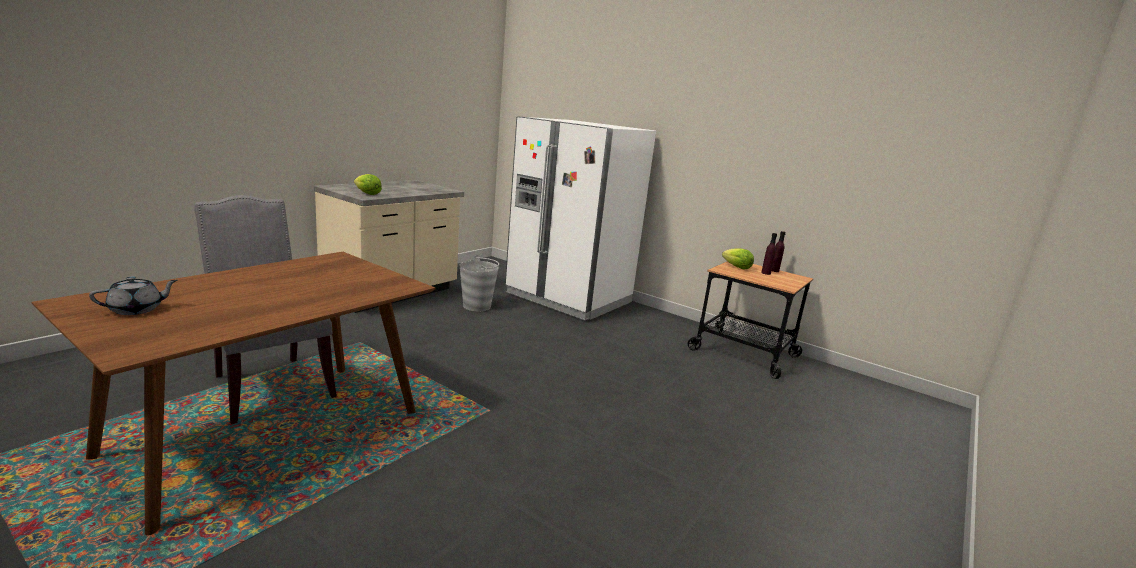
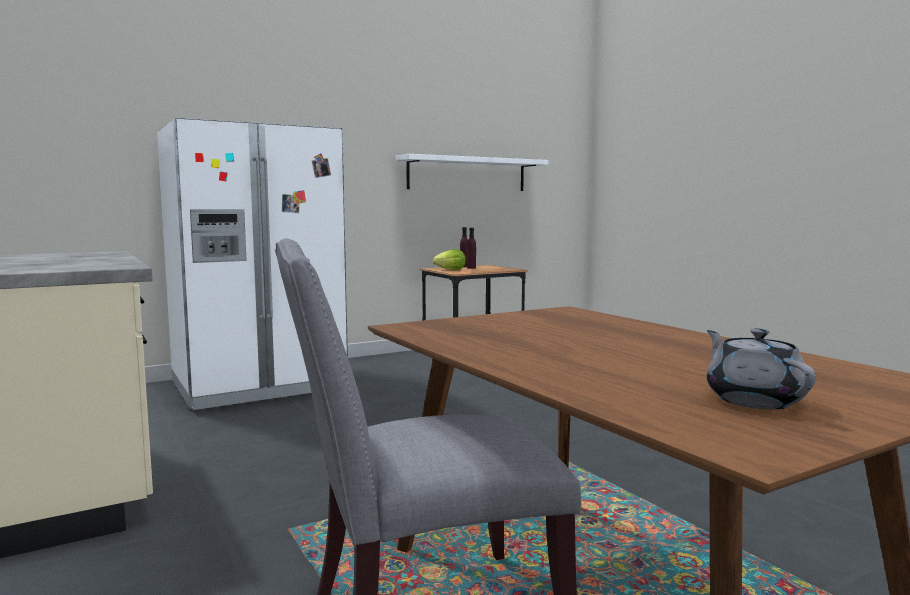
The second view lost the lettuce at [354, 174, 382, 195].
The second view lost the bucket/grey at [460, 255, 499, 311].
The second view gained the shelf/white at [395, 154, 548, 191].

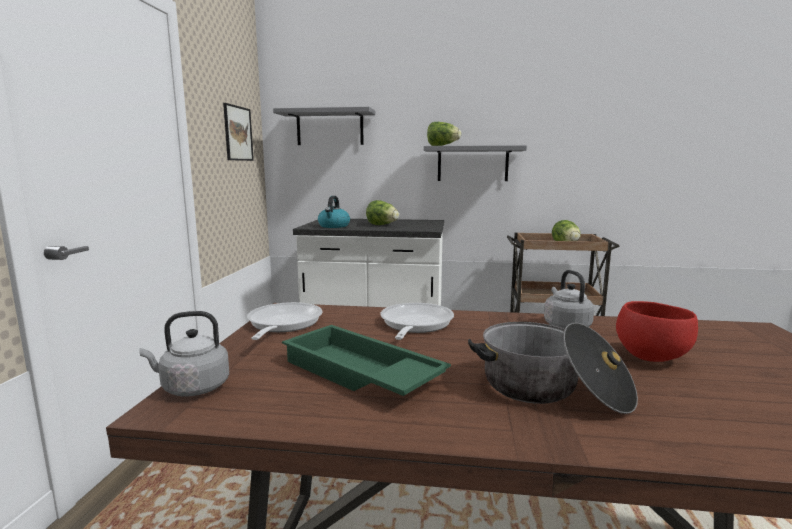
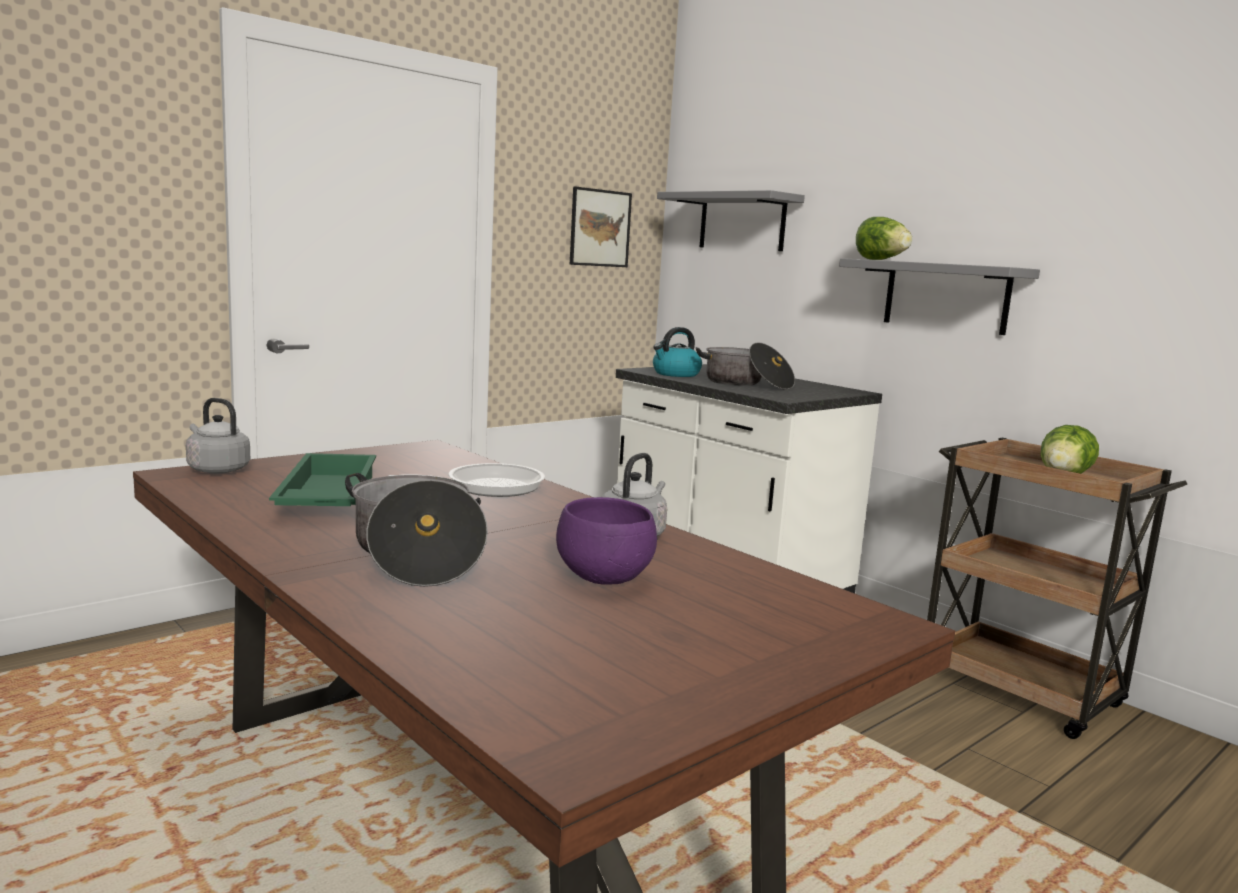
Where the lettuce stood at [366, 200, 399, 225], the cooking pot came to stand at [696, 342, 795, 390].
What was the bowl/red at [616, 301, 698, 362] turned into the bowl/purple at [556, 497, 657, 585].
The second view lost the frying pan at [247, 302, 323, 340].

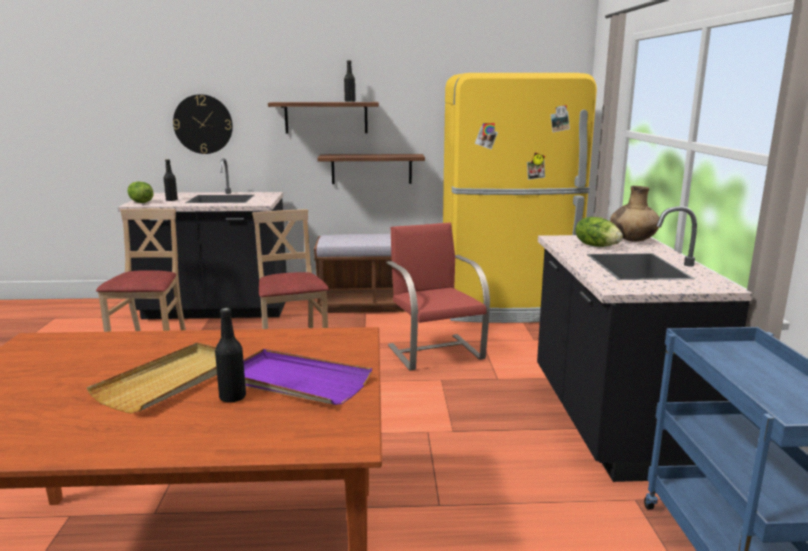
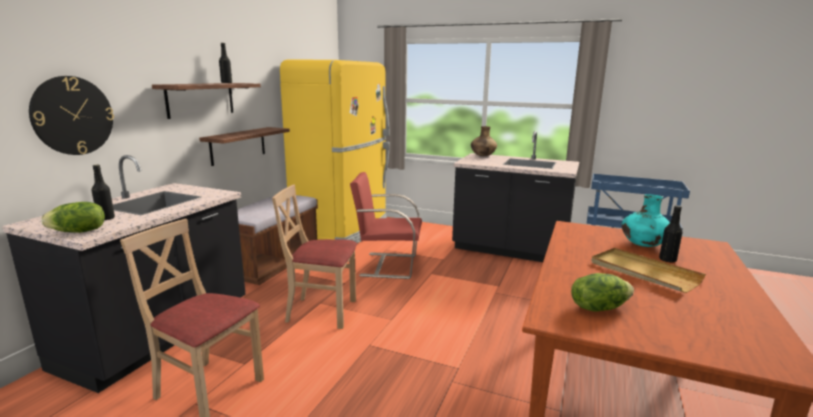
The lettuce ended up elsewhere, having gone from [575, 217, 623, 247] to [571, 273, 634, 312].
Where the tray/purple stood at [243, 349, 372, 405], the vase/turquoise came to stand at [622, 194, 670, 247].

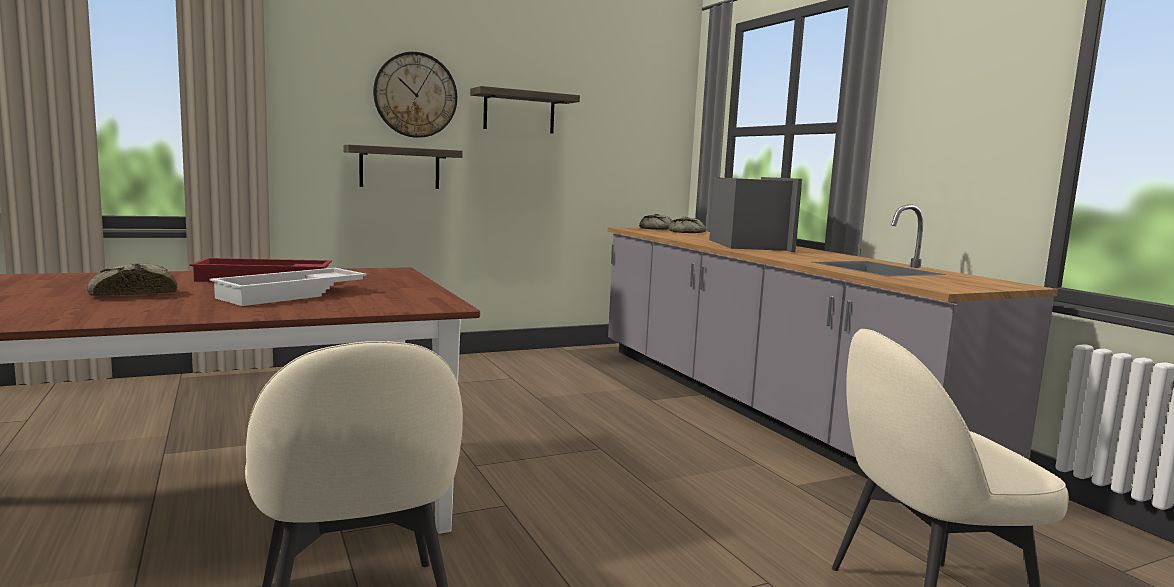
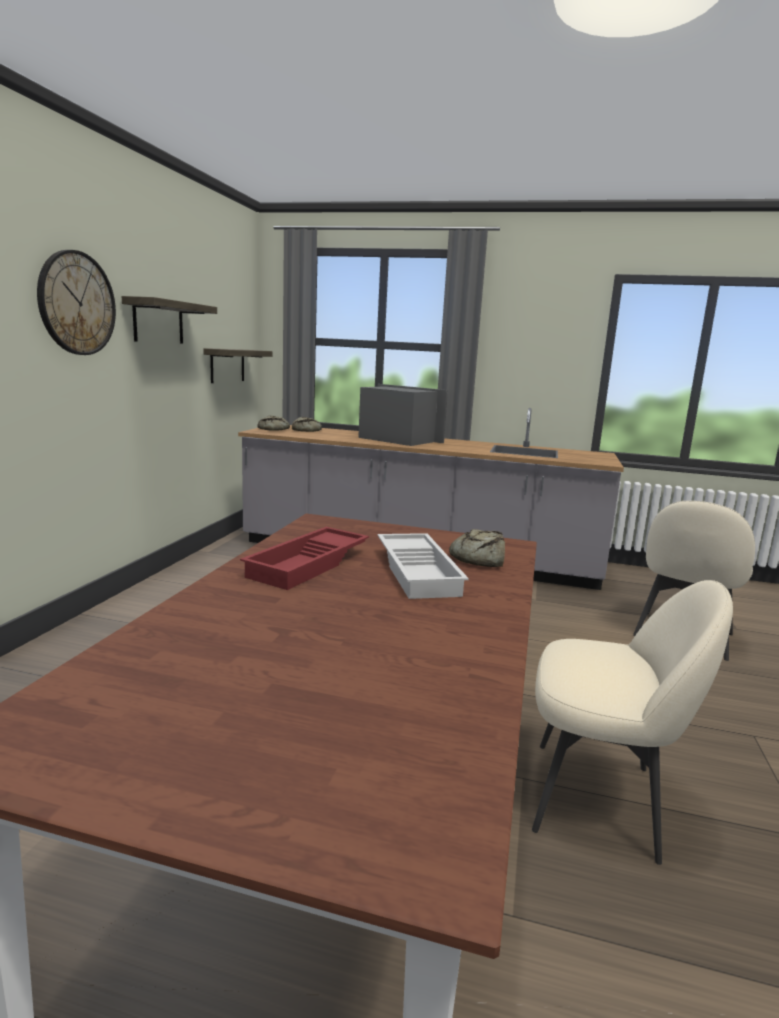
The shelf ended up elsewhere, having gone from [343, 145, 463, 189] to [203, 348, 272, 383].
The bread ended up elsewhere, having gone from [87, 263, 177, 296] to [449, 529, 505, 567].

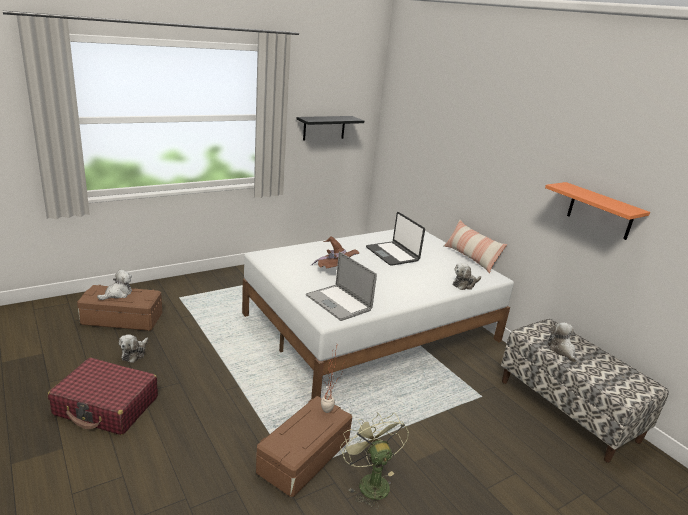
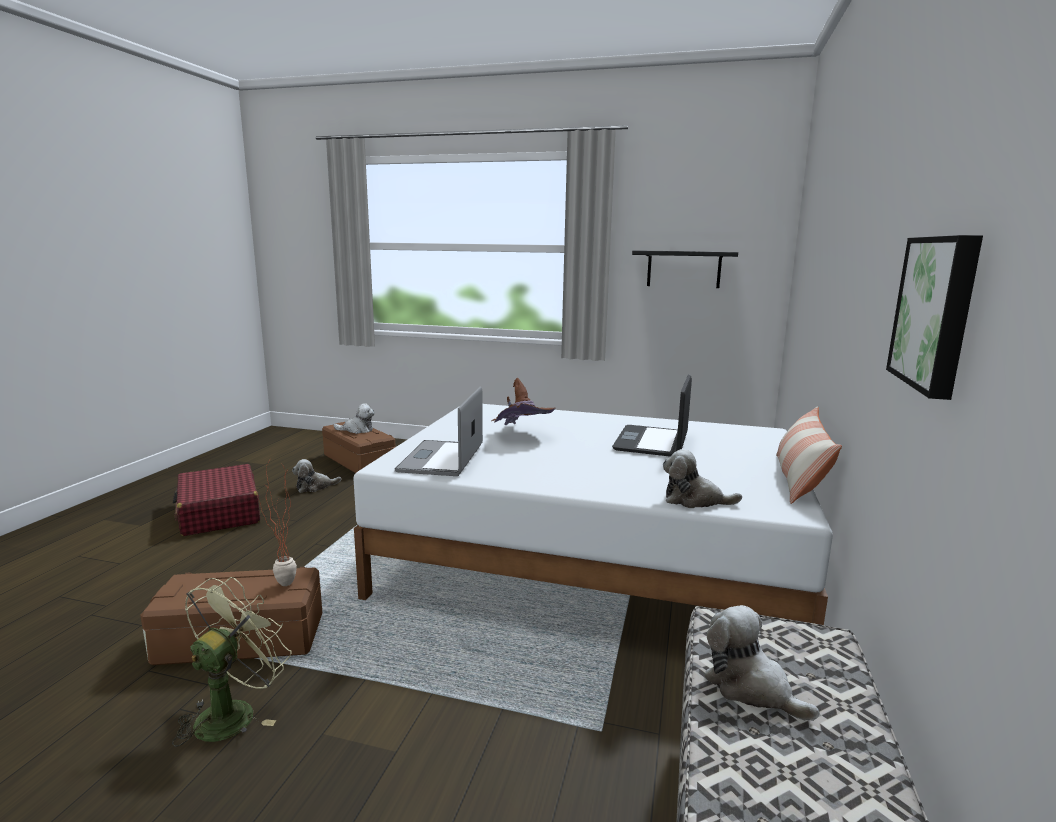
Where the shelf/orange hung at [545, 182, 650, 240], the picture came to hang at [886, 235, 983, 400].
The plush toy at [548, 322, 578, 363] ended up facing another way, 75 degrees counterclockwise from before.

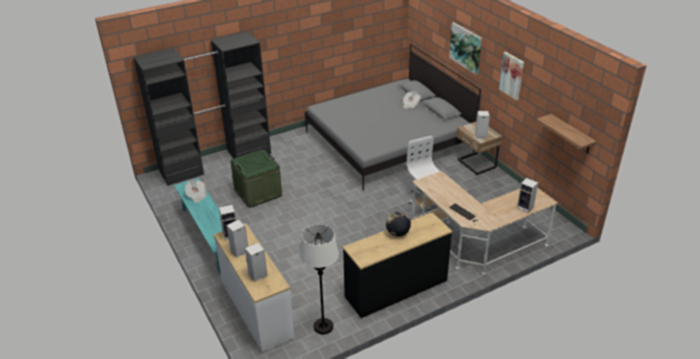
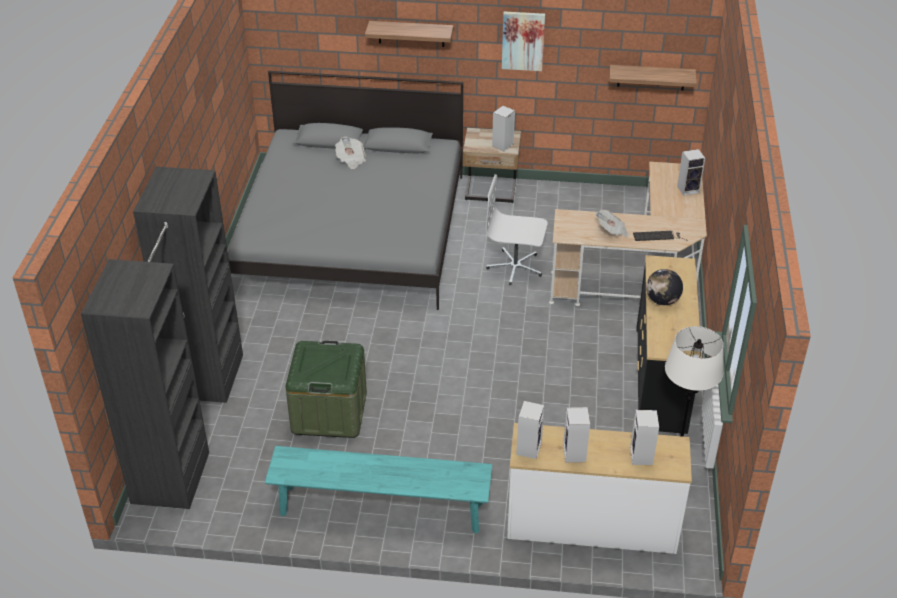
Where the picture hung at [449, 22, 482, 75], the shelf came to hang at [365, 21, 454, 47].
The newspaper ended up elsewhere, having gone from [185, 179, 207, 203] to [595, 210, 629, 237].

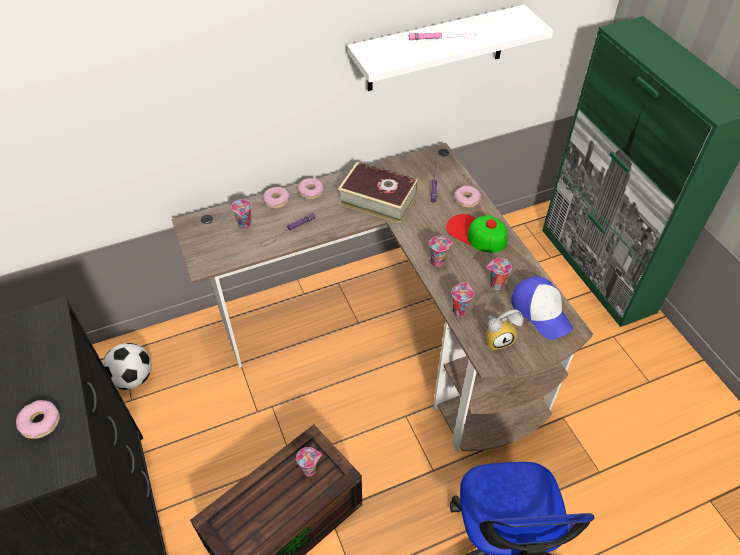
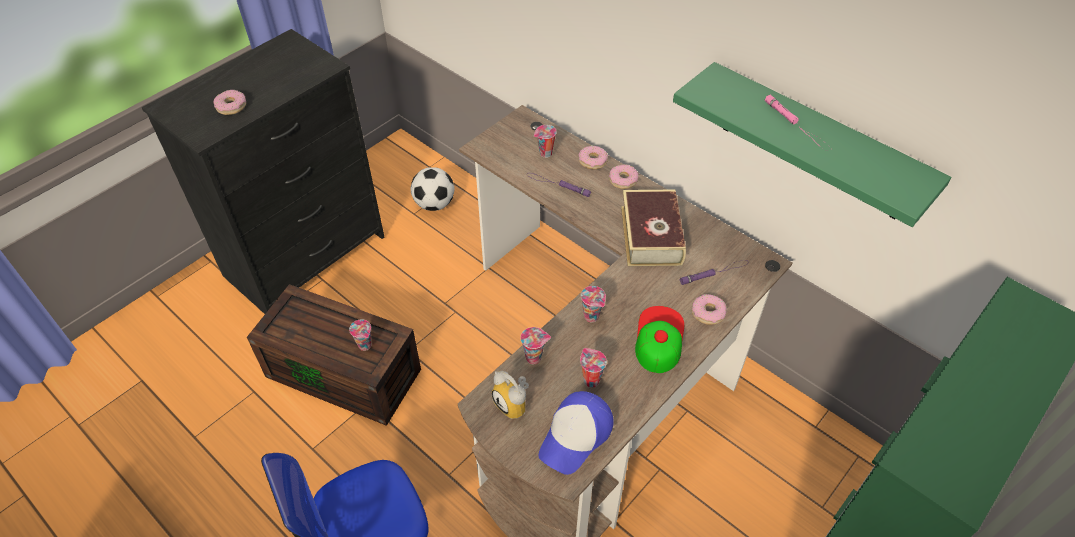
What was the shelf/white at [347, 5, 553, 91] turned into the shelf/green at [673, 62, 951, 227].

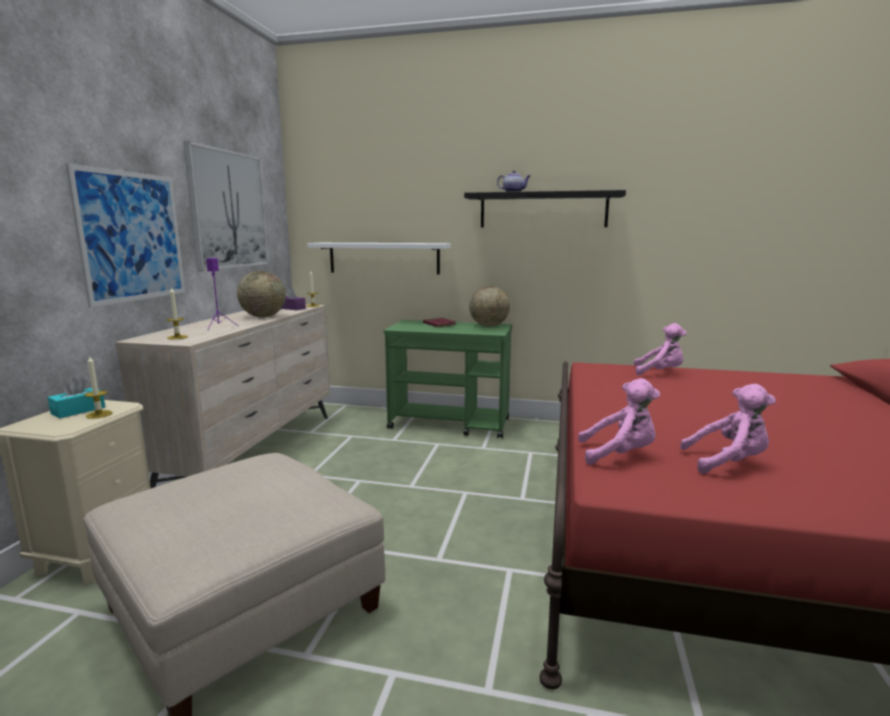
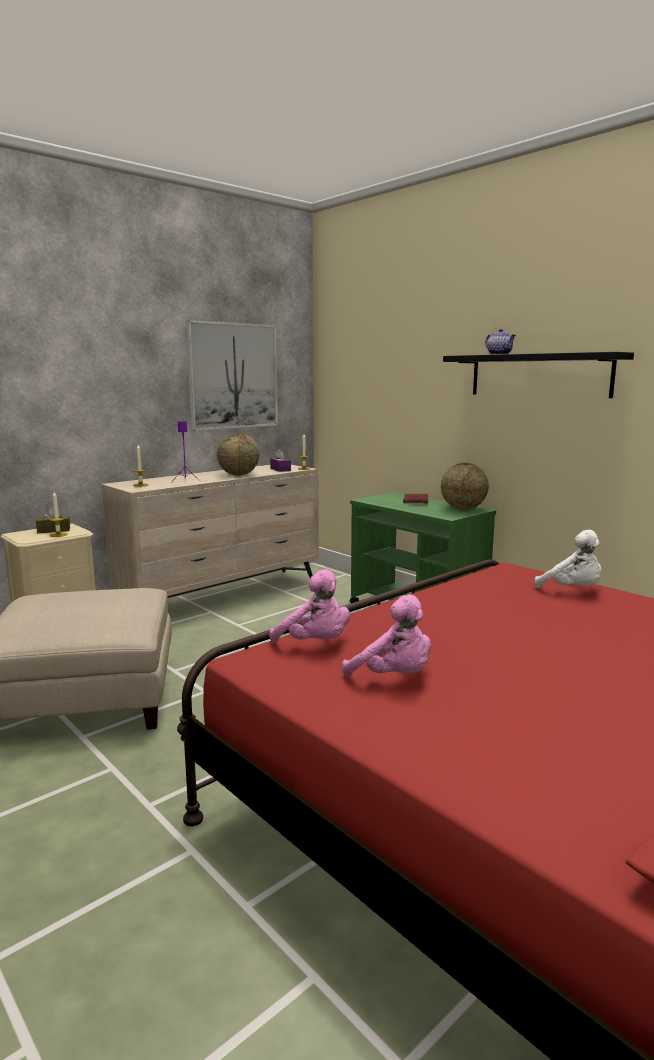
The second view lost the picture at [65, 164, 185, 307].
The second view lost the shelf/white at [307, 243, 451, 274].
What was the plush toy/pink at [634, 323, 687, 375] turned into the plush toy/white at [534, 530, 602, 588].
What was the tissue box/turquoise at [48, 377, 105, 419] turned into the tissue box/brown at [36, 506, 70, 533].

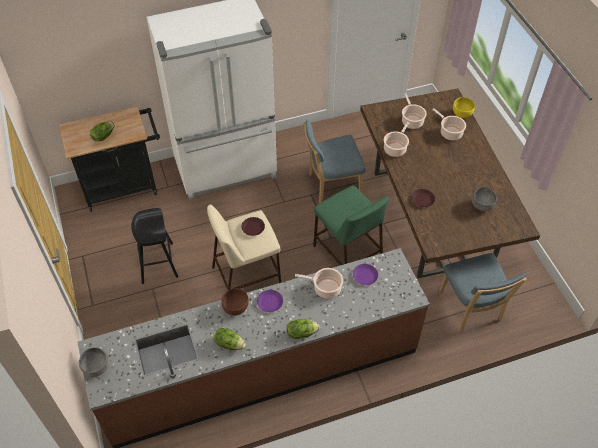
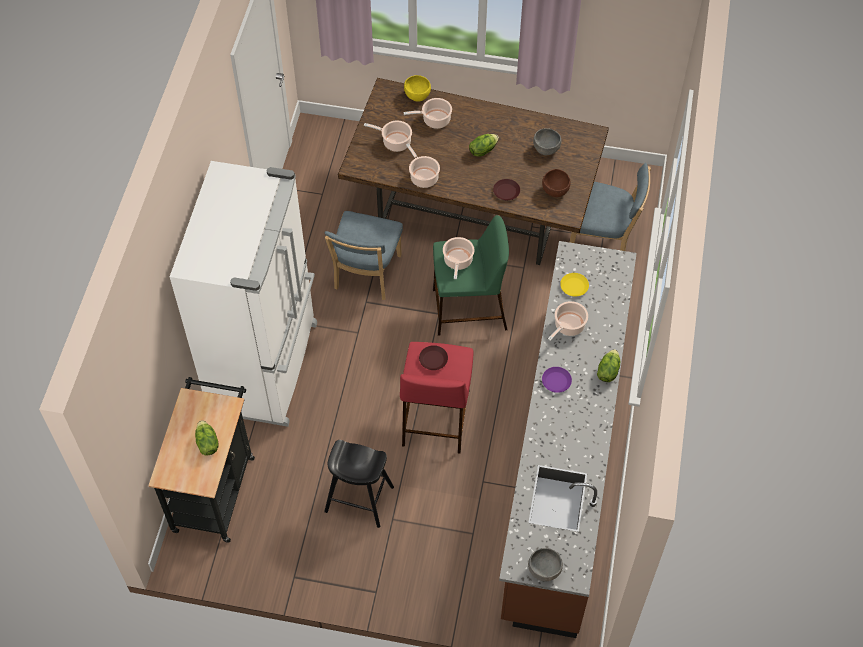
What was the stool/beige at [207, 204, 281, 290] turned into the stool/red at [400, 342, 473, 453].
What was the plate/purple at [353, 264, 378, 285] turned into the plate/yellow at [560, 273, 589, 297].
The bowl/brown ended up elsewhere, having gone from [221, 288, 249, 316] to [542, 169, 570, 197].
The lettuce ended up elsewhere, having gone from [214, 328, 246, 350] to [469, 134, 499, 157].
The second view gained the cooking pot at [443, 237, 475, 279].

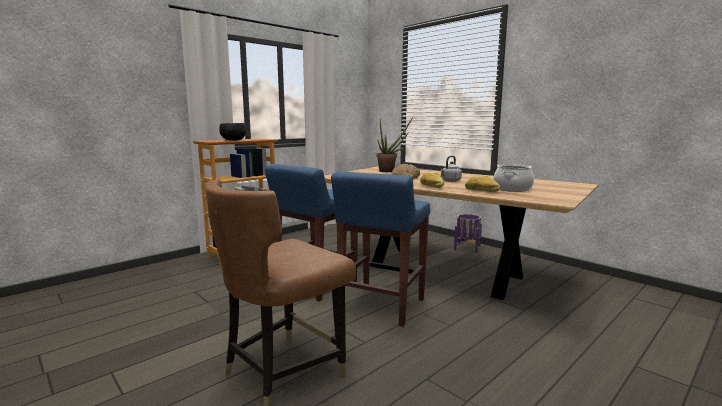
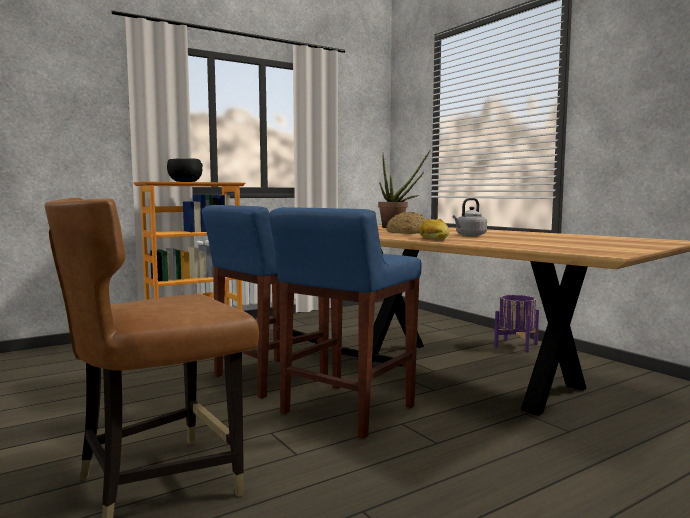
The second view lost the cooking pot at [493, 164, 534, 192].
The second view lost the bread at [465, 176, 500, 192].

